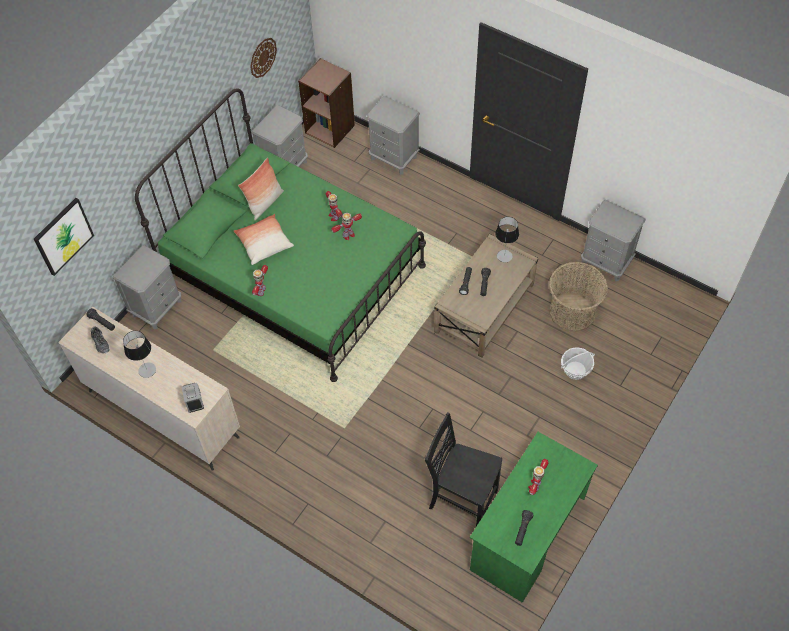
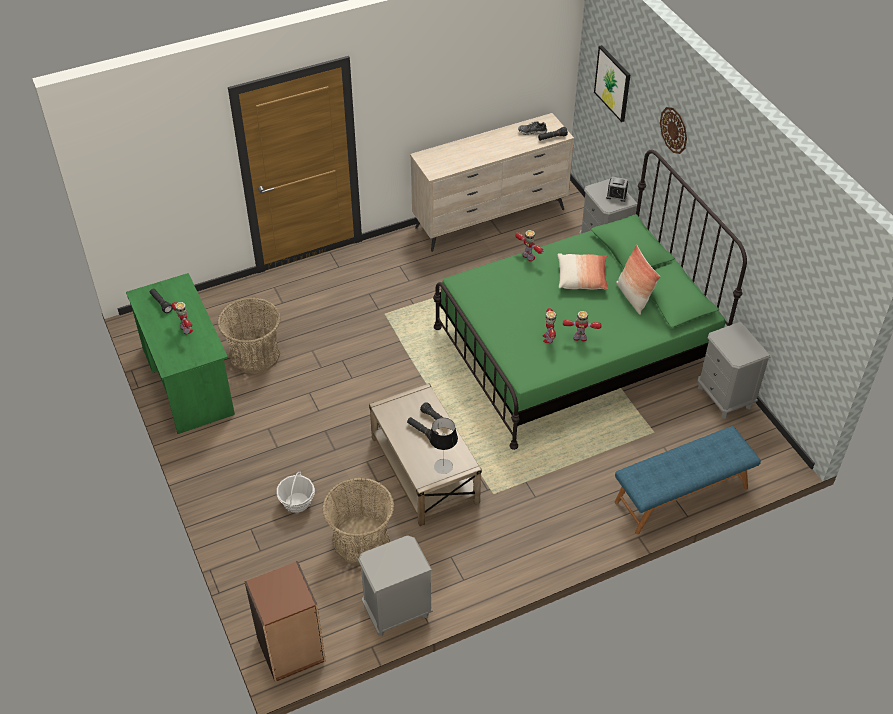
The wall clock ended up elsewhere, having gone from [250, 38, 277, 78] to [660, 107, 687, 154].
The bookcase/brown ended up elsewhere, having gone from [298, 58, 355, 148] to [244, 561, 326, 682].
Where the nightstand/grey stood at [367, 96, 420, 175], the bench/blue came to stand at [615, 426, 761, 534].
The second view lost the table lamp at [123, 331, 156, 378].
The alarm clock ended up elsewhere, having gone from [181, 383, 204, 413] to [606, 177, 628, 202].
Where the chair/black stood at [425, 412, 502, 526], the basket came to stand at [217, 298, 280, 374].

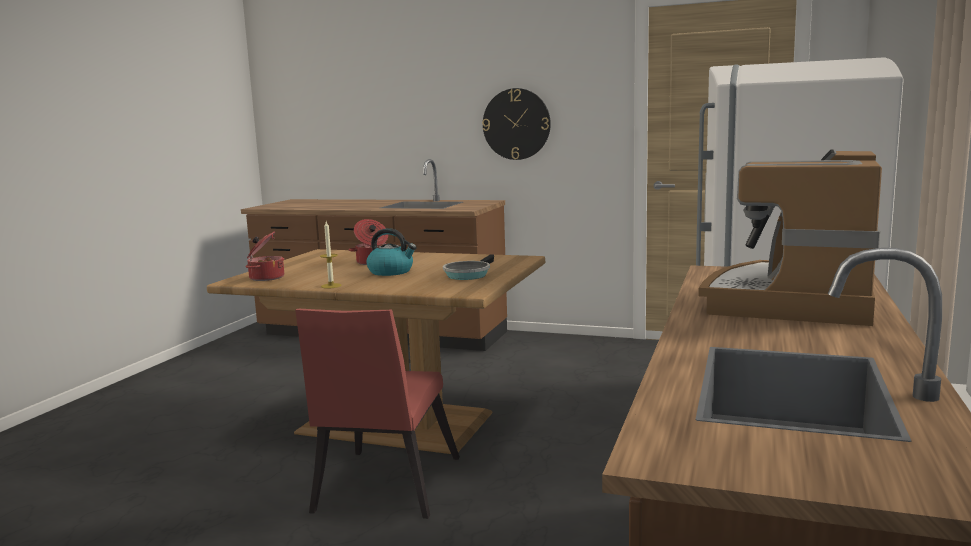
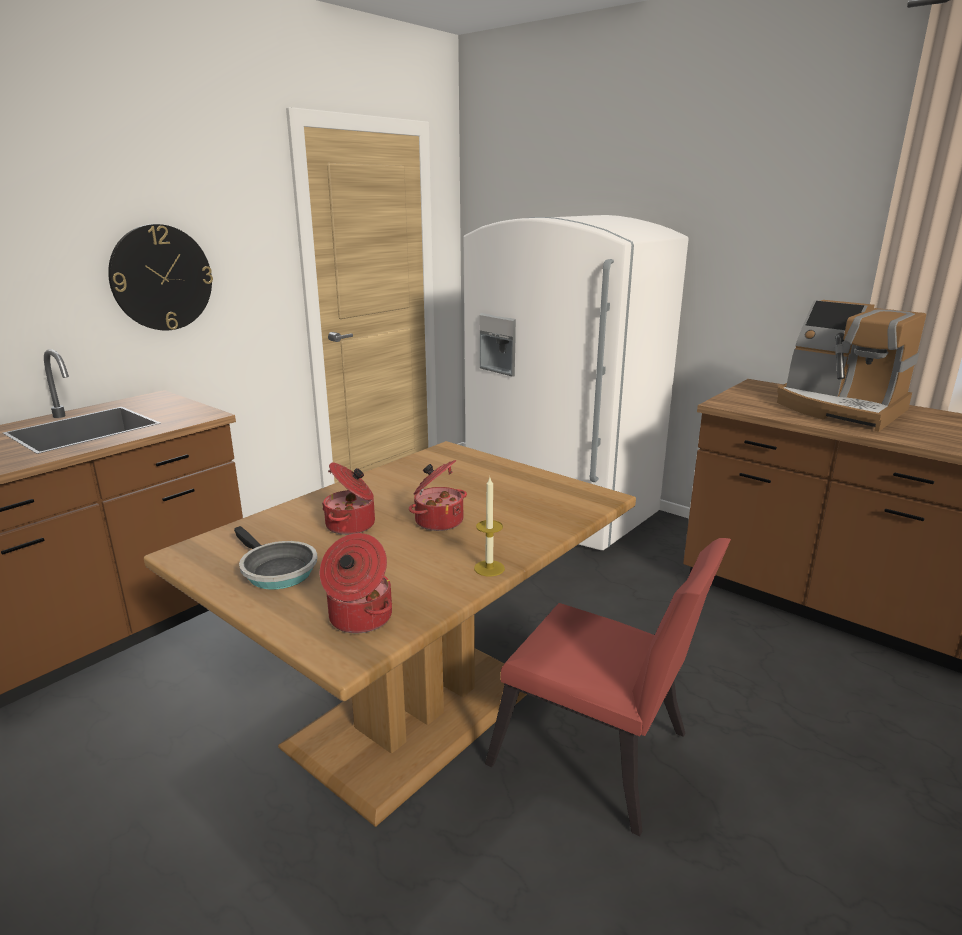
Where the kettle stood at [366, 228, 417, 276], the cooking pot came to stand at [409, 460, 467, 531].
The frying pan ended up elsewhere, having gone from [443, 254, 494, 280] to [234, 526, 318, 589].

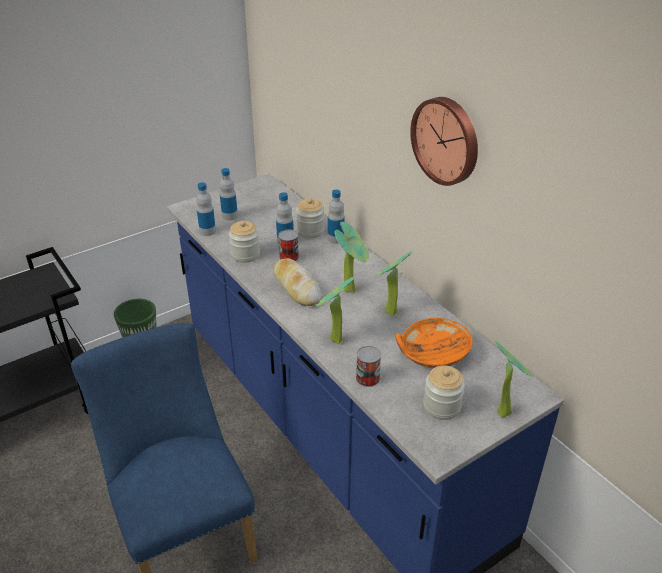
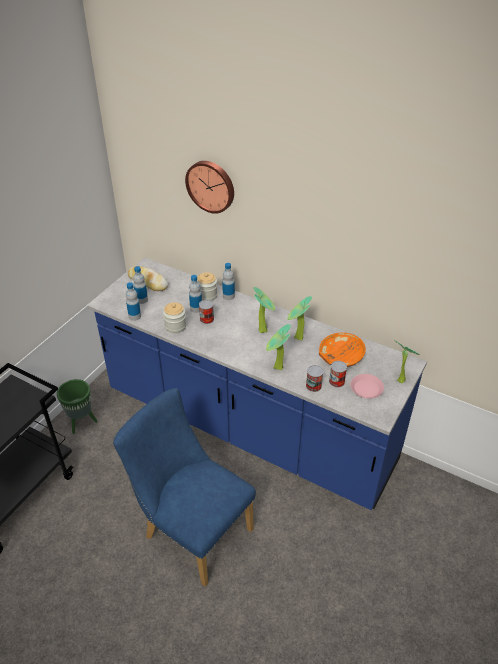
The wall clock ended up elsewhere, having gone from [410, 97, 478, 186] to [185, 161, 234, 214].
The bread ended up elsewhere, having gone from [273, 258, 321, 306] to [128, 266, 168, 291].
Where the jar stood at [423, 366, 465, 420], the plate/pink came to stand at [350, 374, 384, 399].
The second view gained the can at [329, 361, 347, 387].

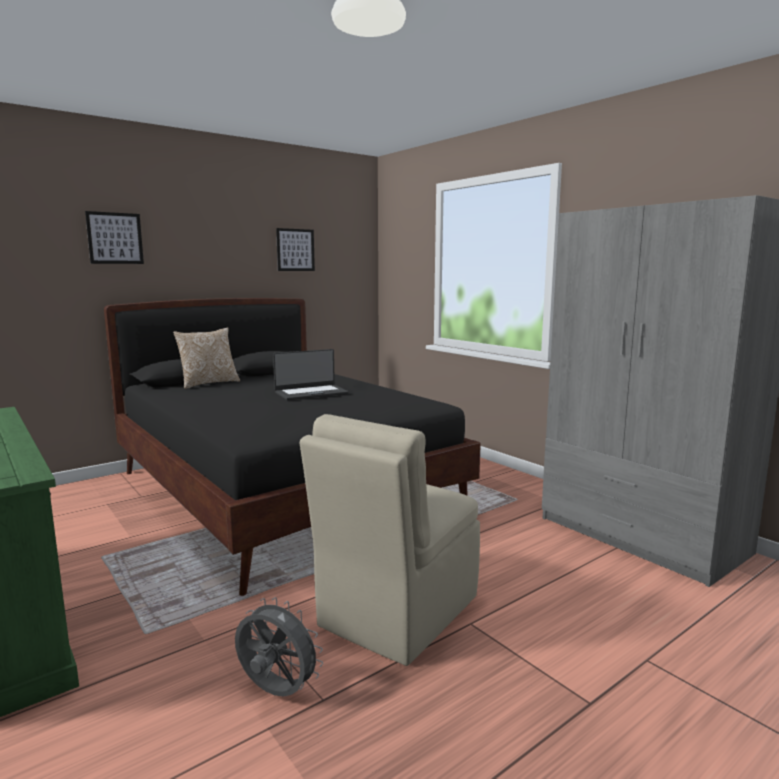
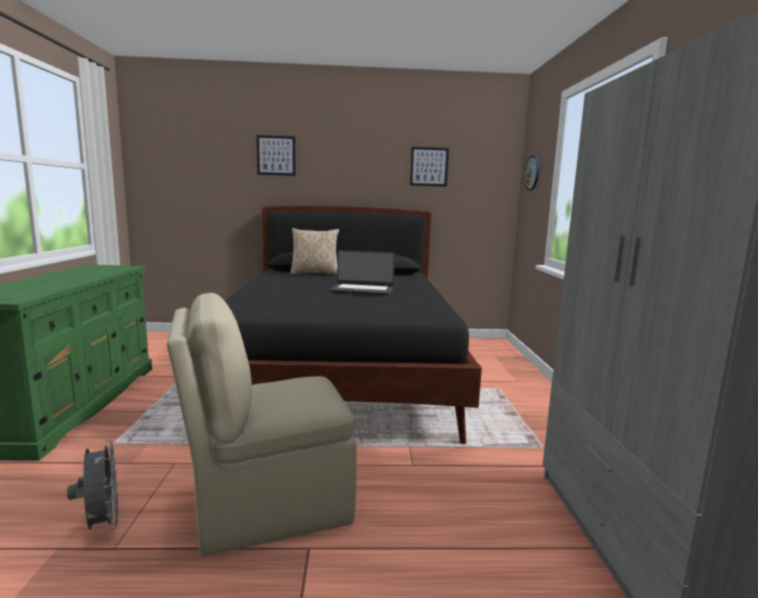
The second view gained the wall clock at [524, 155, 539, 191].

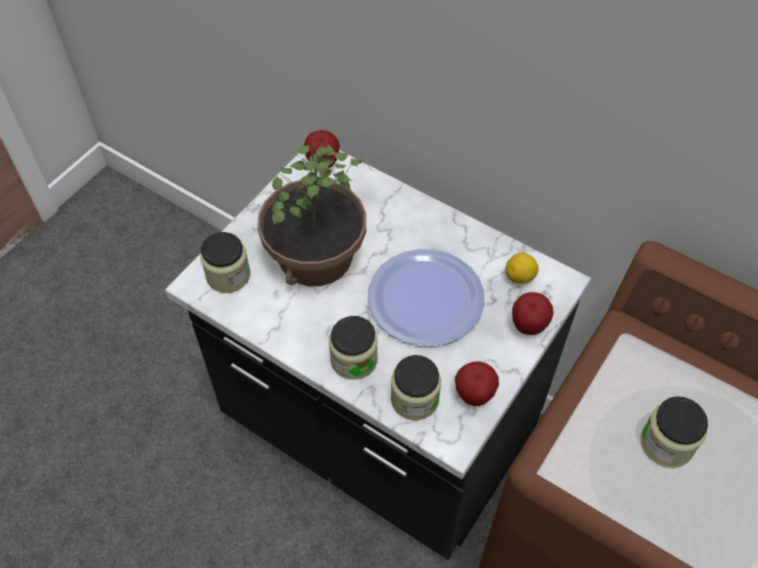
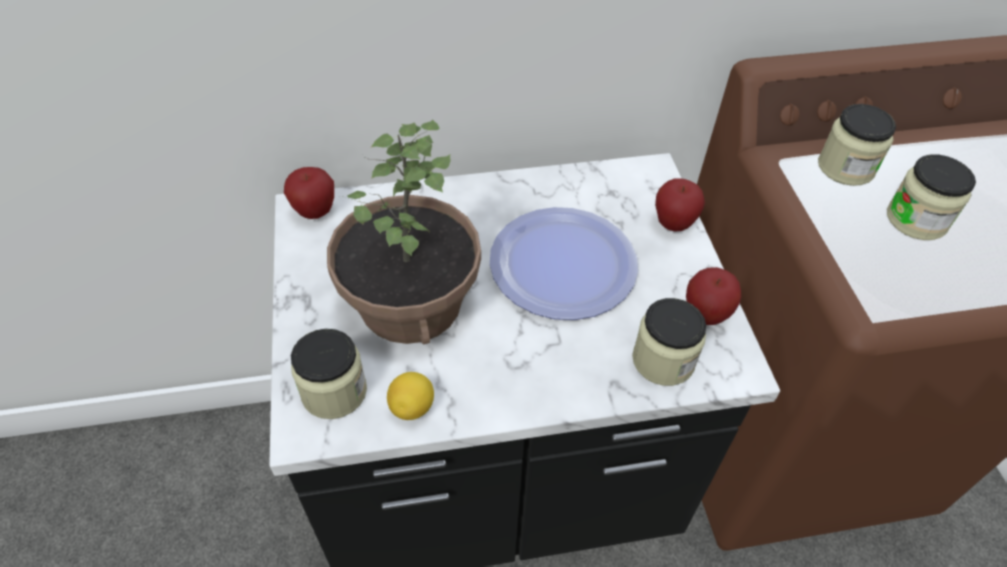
The lemon ended up elsewhere, having gone from [505, 253, 539, 284] to [387, 372, 434, 420].
The jar ended up elsewhere, having gone from [329, 316, 378, 380] to [818, 104, 896, 186].

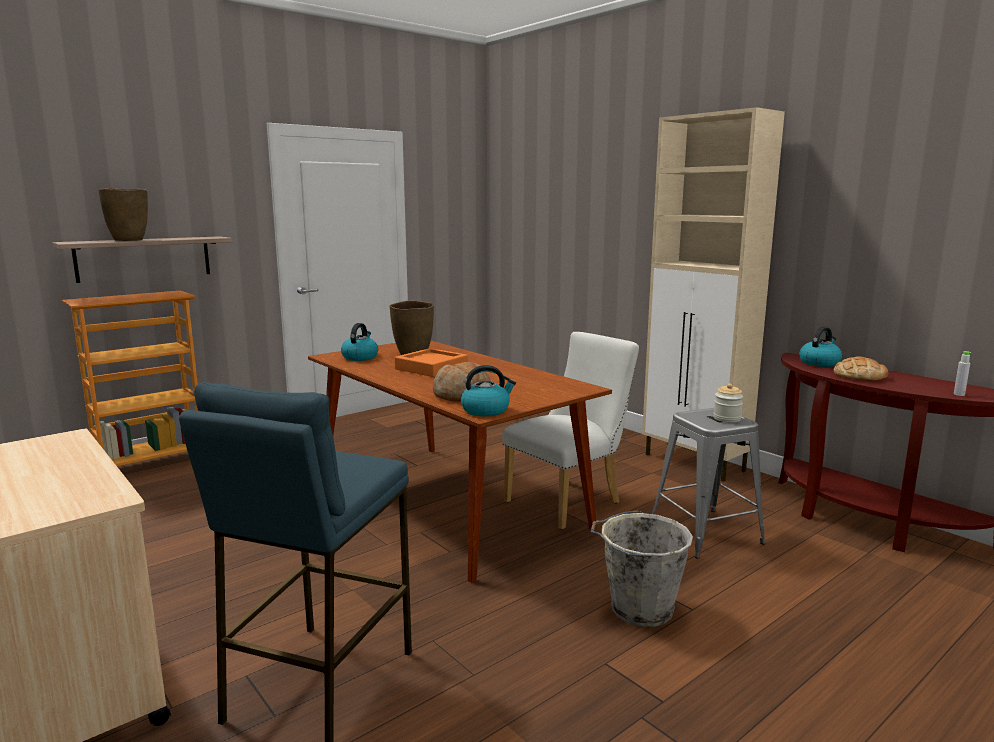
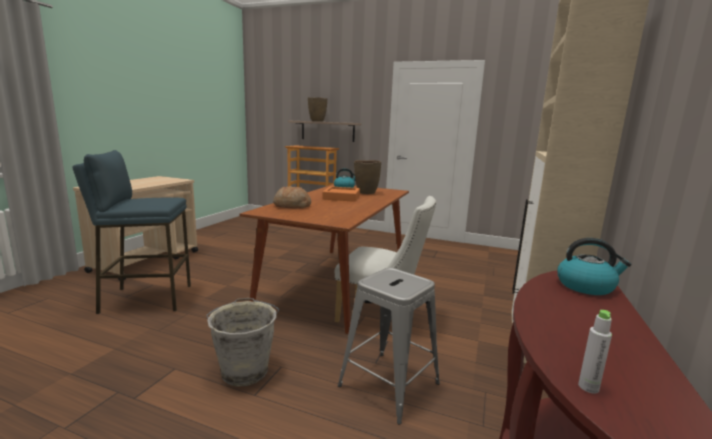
The second view lost the bread at [834, 357, 889, 381].
The second view lost the kettle at [461, 365, 516, 416].
The second view lost the jar at [713, 383, 743, 422].

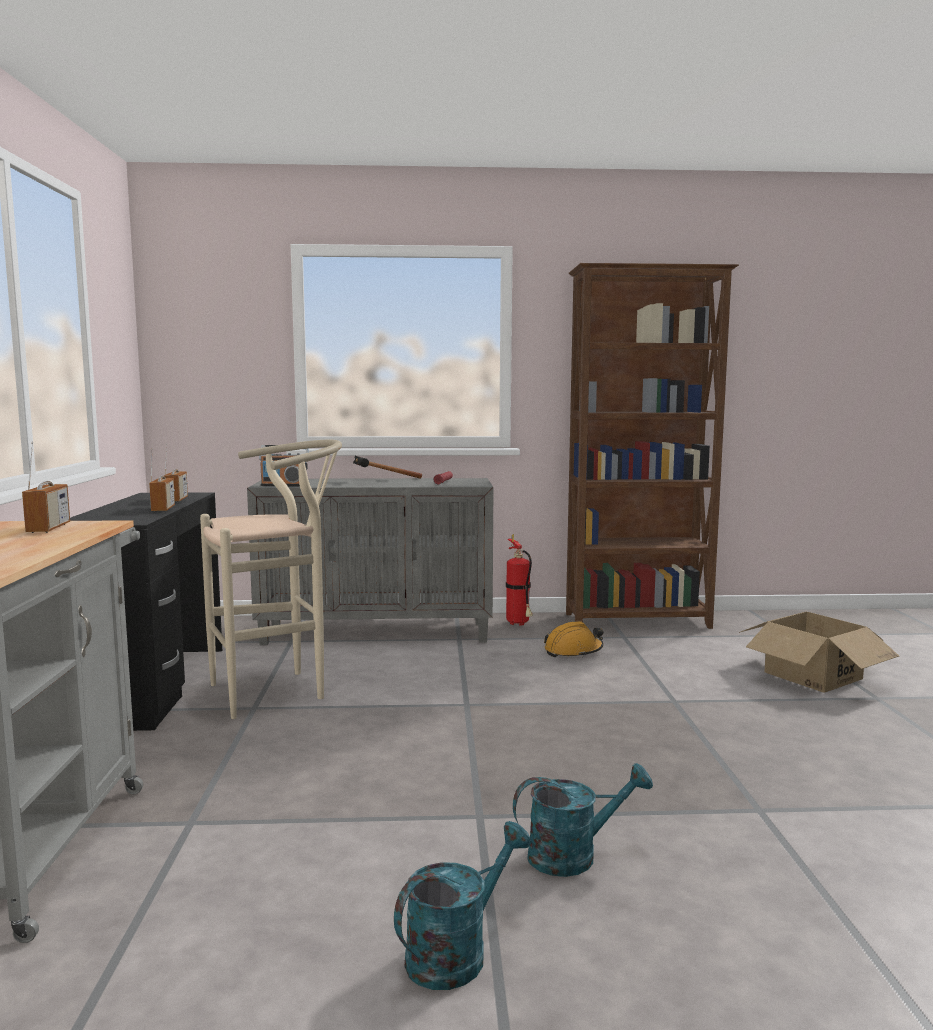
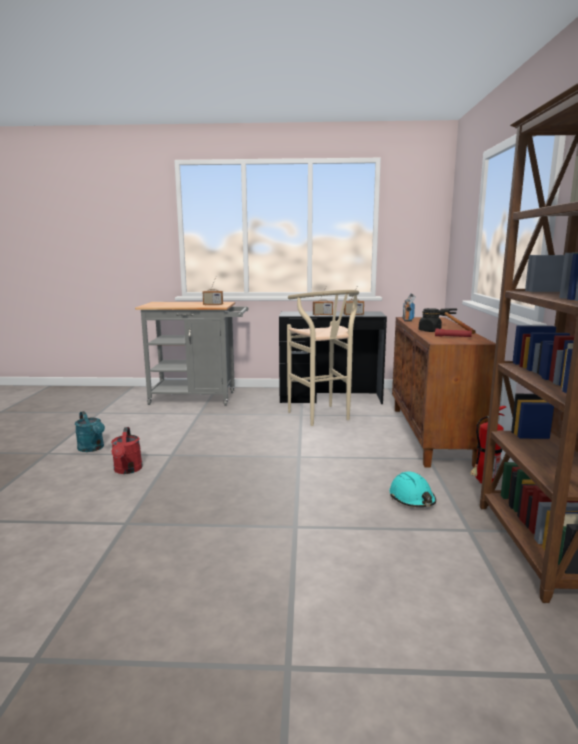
What was the cabinet/grey at [247, 478, 494, 645] turned into the cabinet/brown at [392, 317, 496, 468].
The second view lost the cardboard box at [739, 612, 899, 693].
What was the hard hat/orange at [544, 621, 603, 657] turned into the hard hat/turquoise at [389, 471, 436, 507].
What was the watering can/turquoise at [513, 763, 653, 877] turned into the watering can/red at [111, 427, 143, 474].
The second view gained the jar/black at [419, 308, 442, 332].

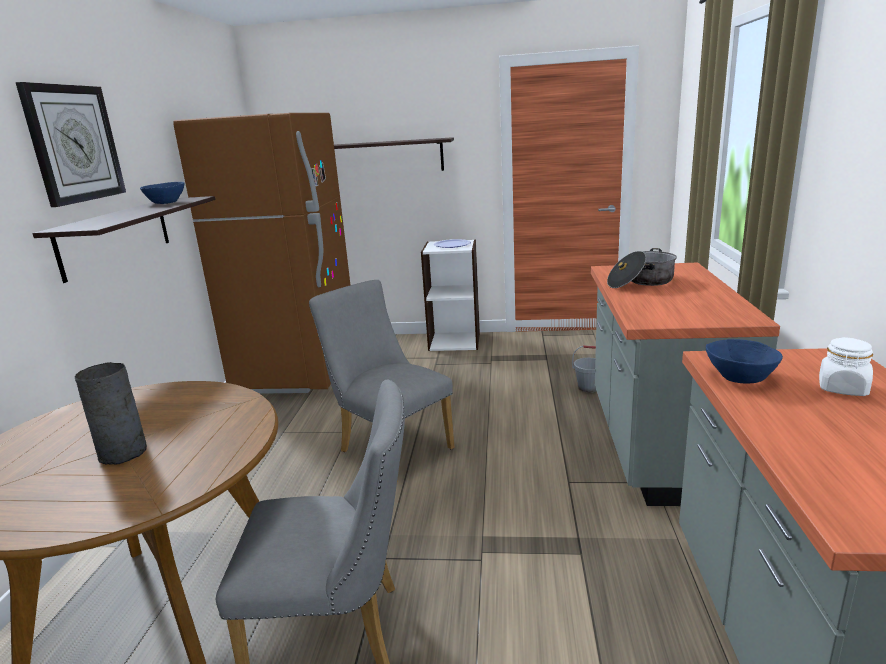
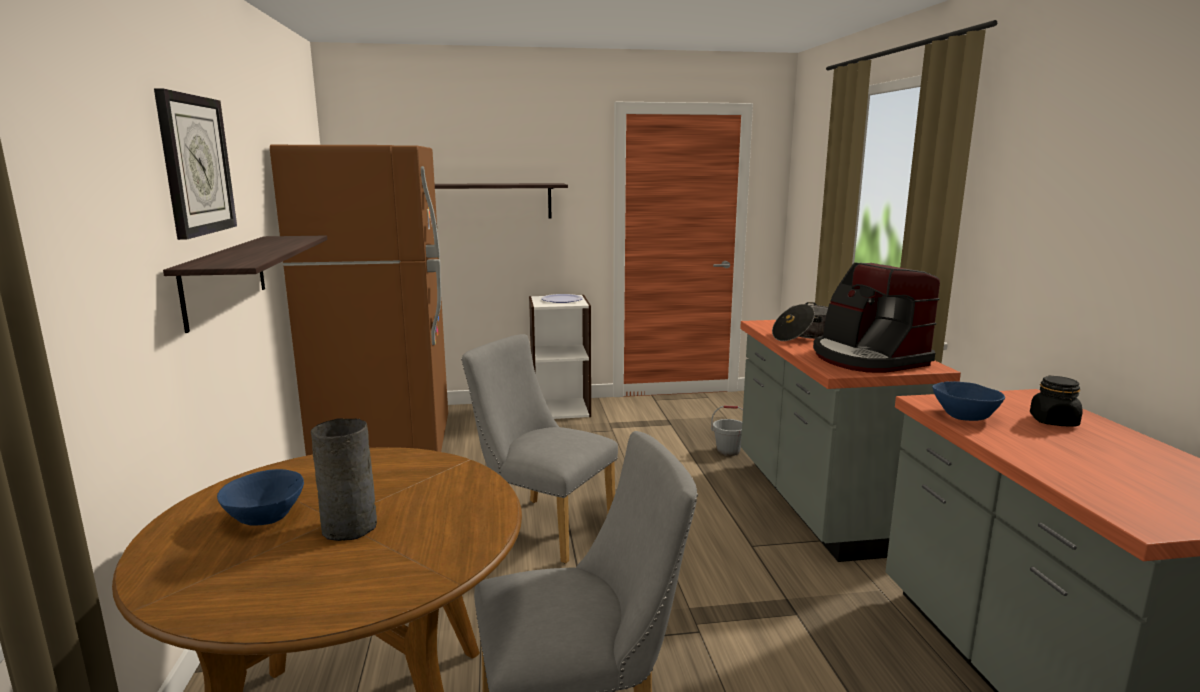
The bowl/blue ended up elsewhere, having gone from [140, 182, 184, 204] to [217, 469, 304, 526].
What was the jar/white at [819, 337, 873, 396] turned into the jar/black at [1030, 376, 1083, 426].
The second view gained the coffee machine at [813, 262, 940, 373].

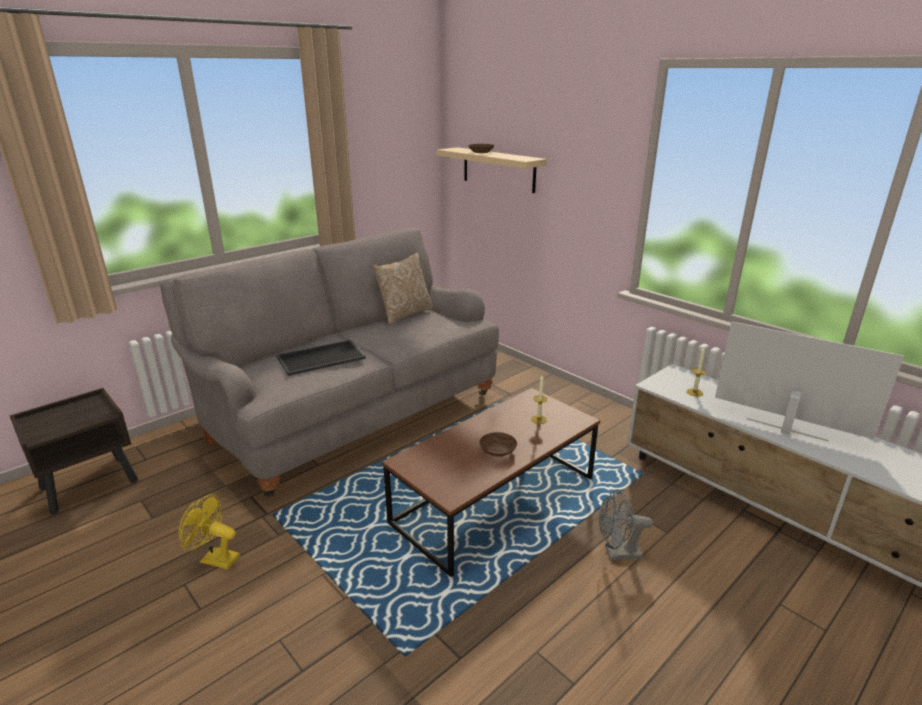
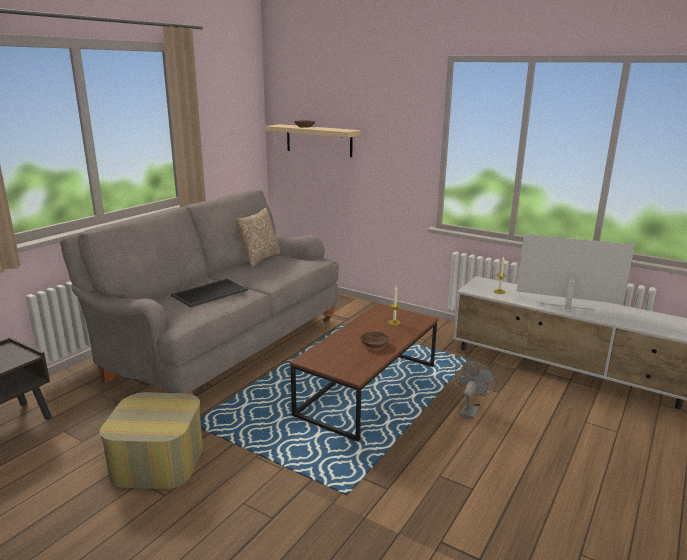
The fan/grey at [599, 489, 653, 560] ended up facing another way, 135 degrees clockwise from before.
Where the fan/yellow stood at [179, 494, 240, 570], the ottoman came to stand at [100, 392, 203, 489].

